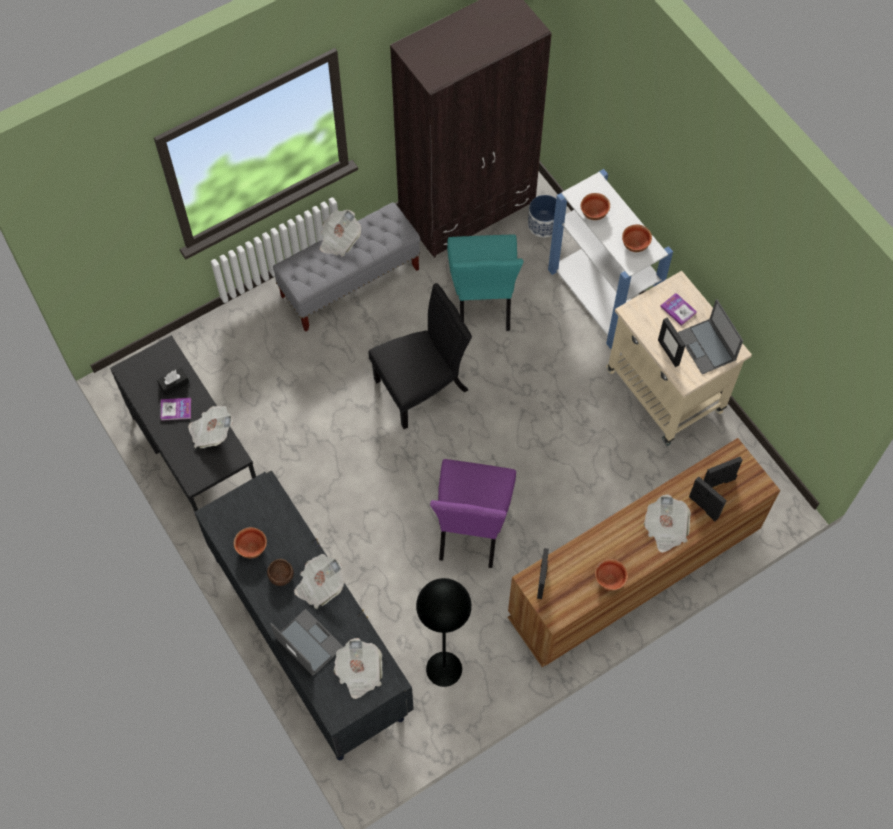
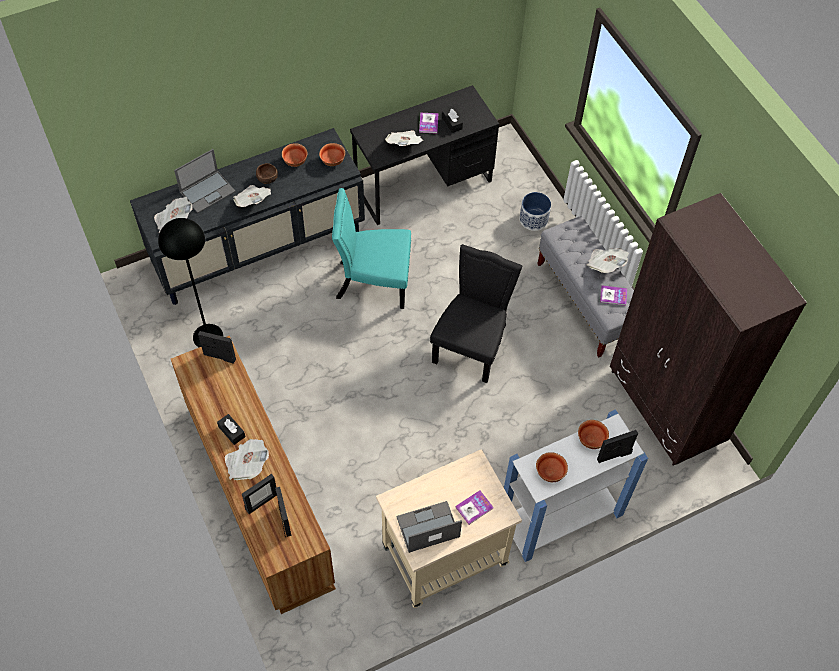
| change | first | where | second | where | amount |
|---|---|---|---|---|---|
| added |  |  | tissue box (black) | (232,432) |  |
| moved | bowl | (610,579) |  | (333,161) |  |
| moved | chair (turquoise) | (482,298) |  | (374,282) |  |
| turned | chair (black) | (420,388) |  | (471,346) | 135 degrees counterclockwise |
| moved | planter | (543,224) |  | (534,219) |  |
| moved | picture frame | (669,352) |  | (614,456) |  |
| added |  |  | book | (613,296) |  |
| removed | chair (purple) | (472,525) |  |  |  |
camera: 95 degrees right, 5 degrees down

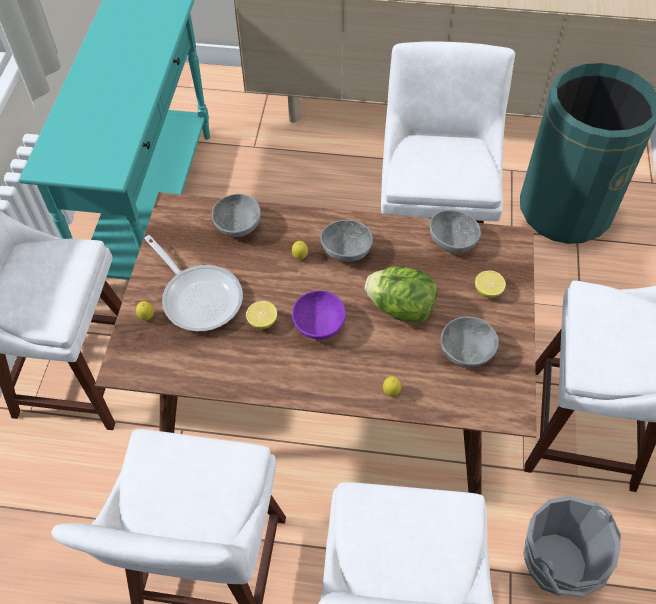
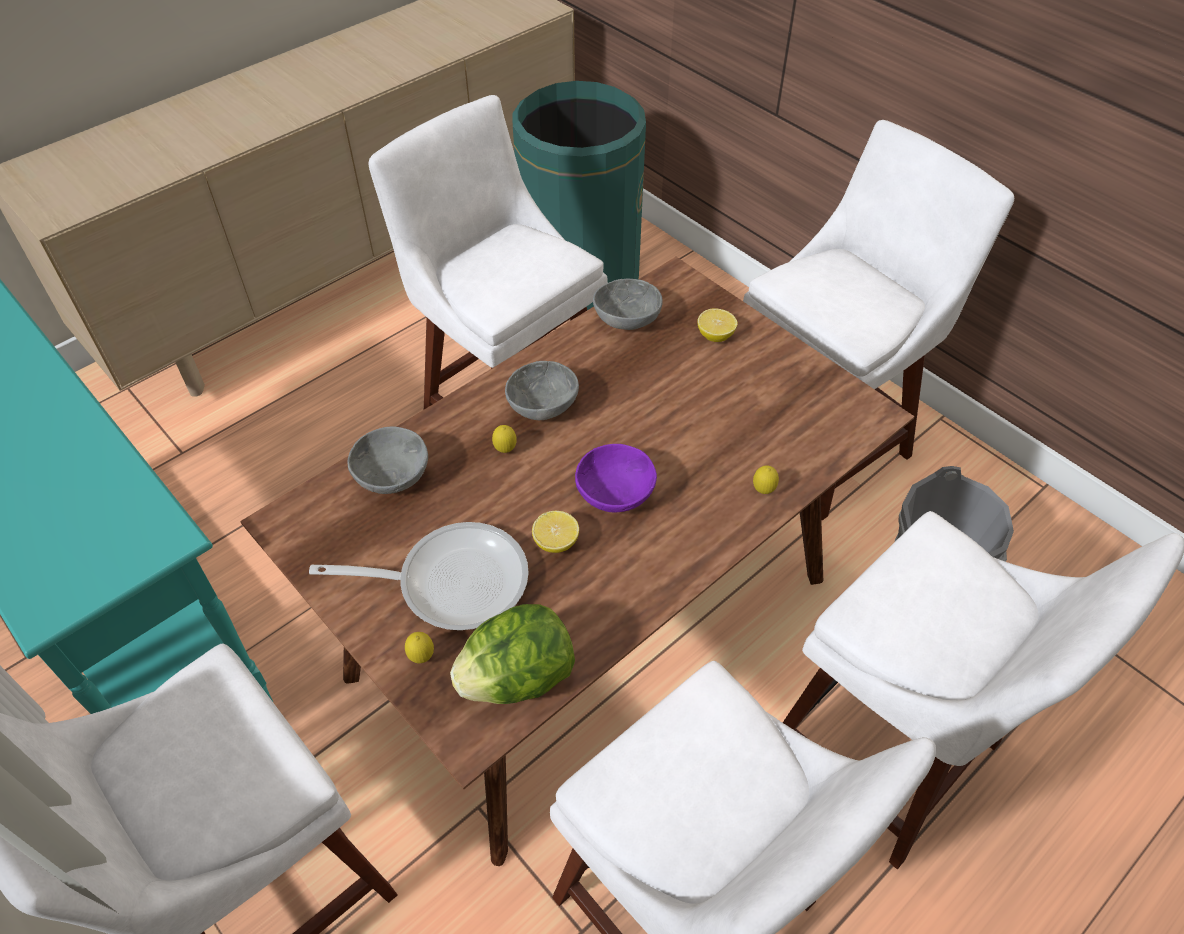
| change | first | where | second | where | amount |
|---|---|---|---|---|---|
| moved | lettuce | (401,308) |  | (518,677) |  |
| removed | bowl (grey) | (466,352) |  |  |  |
camera: 50 degrees left, 5 degrees down

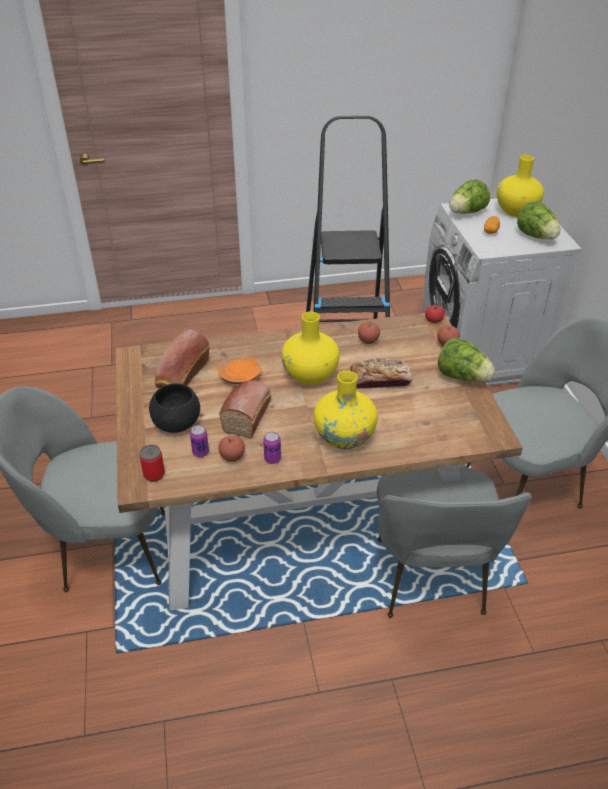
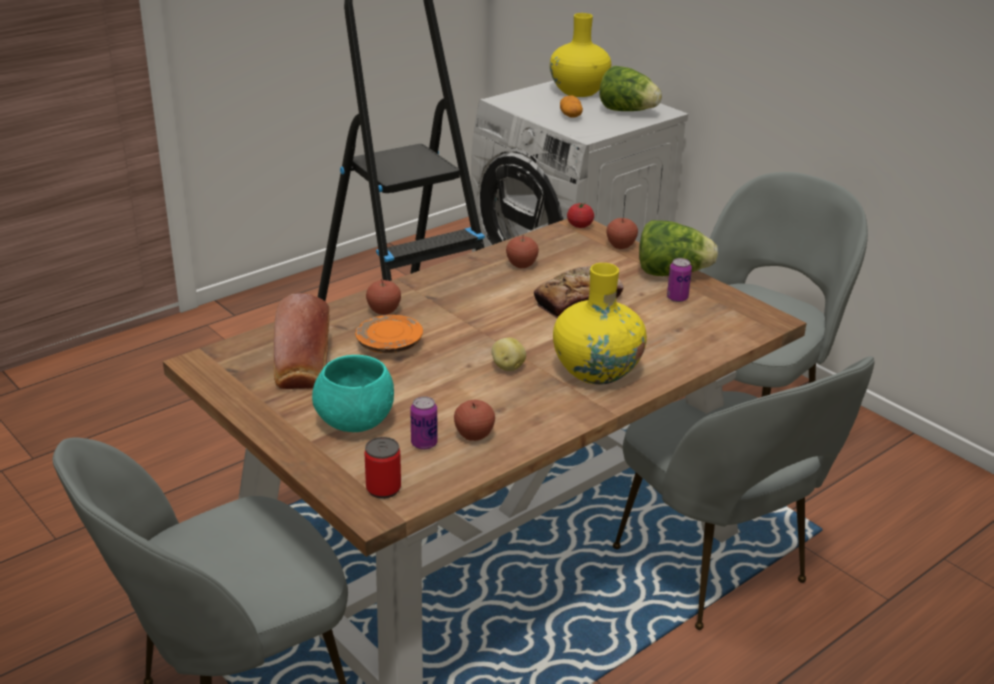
| change | first | where | second | where | amount |
|---|---|---|---|---|---|
| recoloured | bowl (black) | (176,424) | bowl (turquoise) | (354,422) |  |
| added |  |  | apple | (384,311) |  |
| added |  |  | potato | (507,367) |  |
| moved | can | (272,459) |  | (677,298) |  |
| removed | bread | (248,415) |  |  |  |
| removed | vase (yellow) | (310,375) |  |  |  |
| removed | lettuce | (466,212) |  |  |  |
camera: 30 degrees left, 10 degrees down

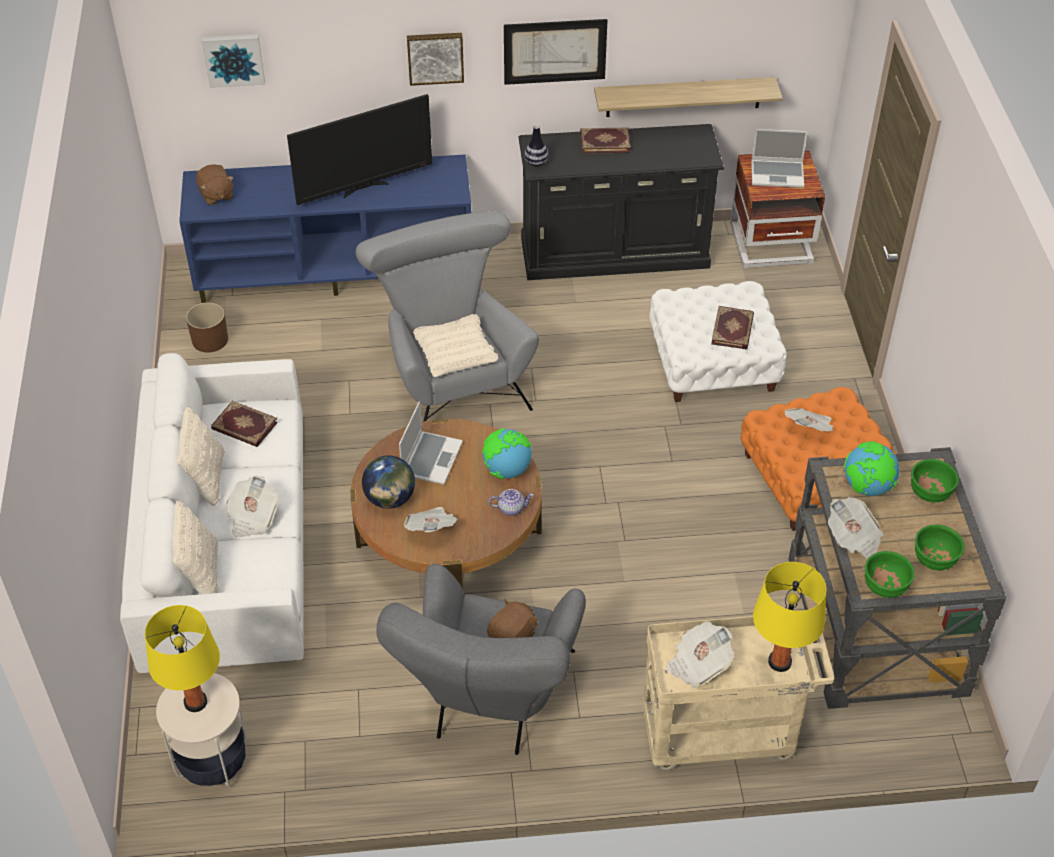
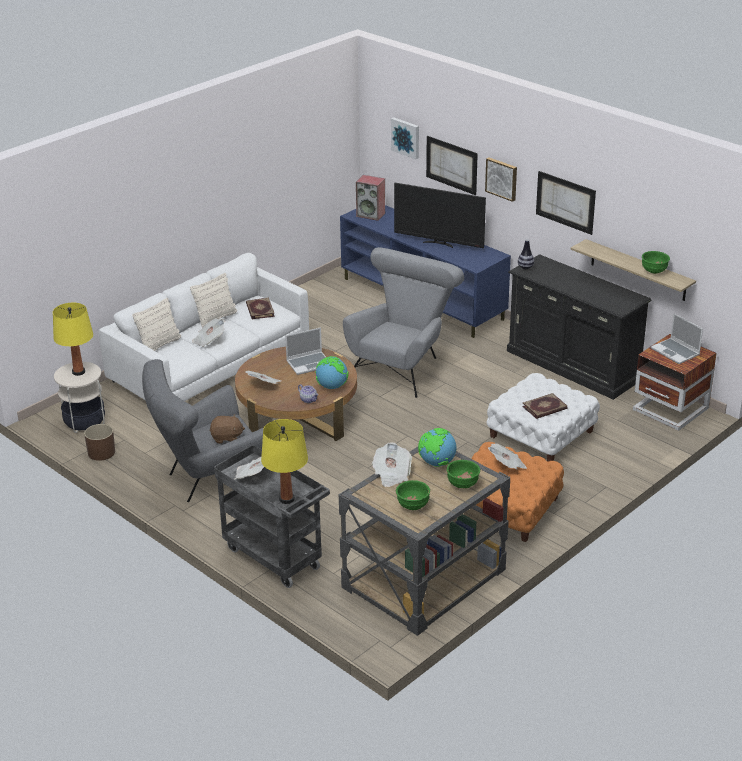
| change | first | where | second | where | amount |
|---|---|---|---|---|---|
| moved | planter (brown) | (210,339) |  | (101,452) |  |
| recoloured | cart (beige) | (724,739) | cart (black) | (276,561) |  |
| replaced | plush toy (brown) | (216,195) | speaker | (371,214) |  |
| added |  |  | picture | (451,165) |  |
| moved | bowl (green) | (885,587) |  | (654,271) |  |
| removed | globe | (390,499) |  |  |  |
| removed | pillow (beige) | (455,352) |  |  |  |
| removed | book | (605,142) |  |  |  |
camera: 50 degrees right, 15 degrees down

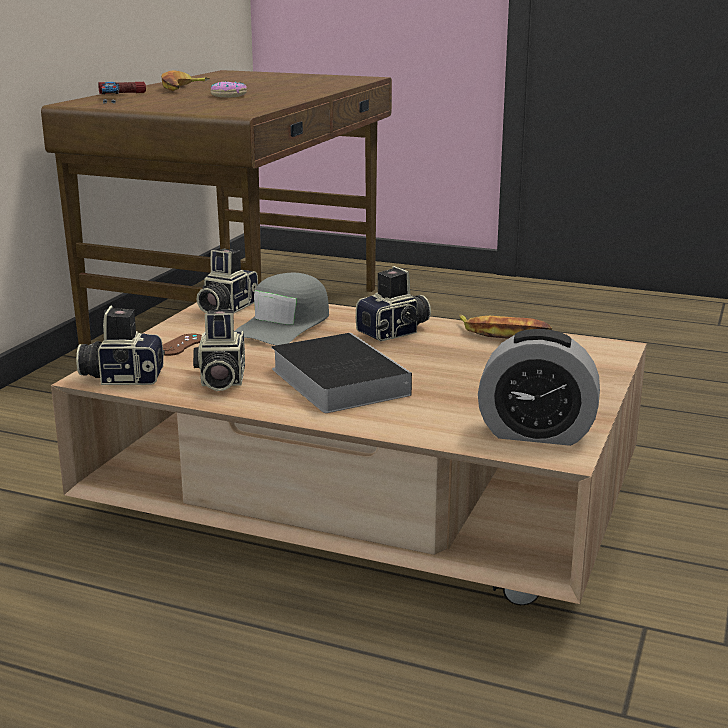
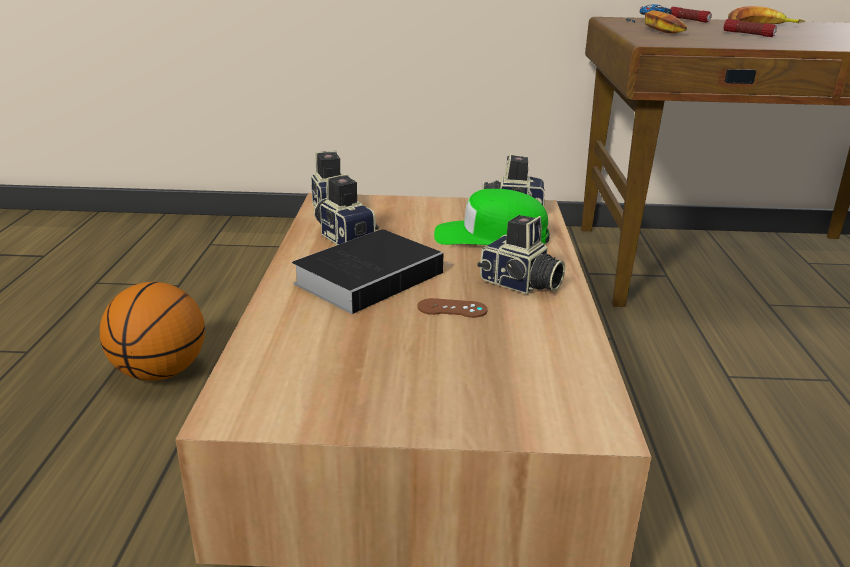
| change | first | where | second | where | amount |
|---|---|---|---|---|---|
| added |  |  | basketball | (161,372) |  |
| turned | photo camera | (220,380) |  | (344,236) | 75 degrees clockwise |
| moved | game controller (brown) | (180,345) |  | (452,308) |  |
| recoloured | cap (grey) | (284,325) | cap (green) | (491,236) |  |
| moved | banana | (503,333) |  | (665,30) |  |
| replaced | donut | (228,95) | flashlight | (748,34) |  |
| removed | alarm clock | (536,433) |  |  |  |
camera: 70 degrees right, 5 degrees up

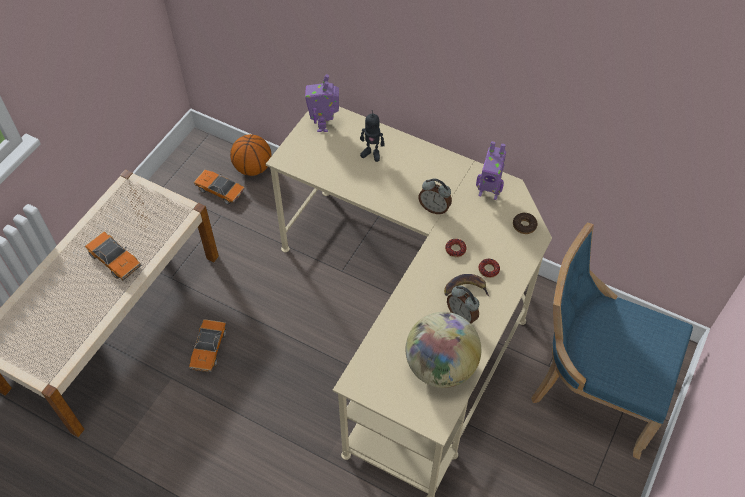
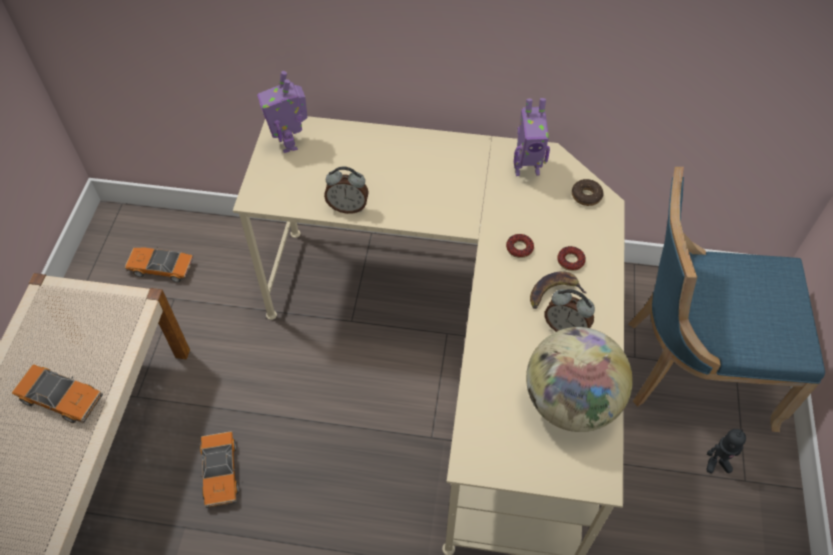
| change | first | where | second | where | amount |
|---|---|---|---|---|---|
| moved | alarm clock | (434,208) |  | (348,207) |  |
| moved | toy robot | (372,153) |  | (717,463) |  |
| removed | basketball | (253,168) |  |  |  |
camera: 20 degrees left, 0 degrees up

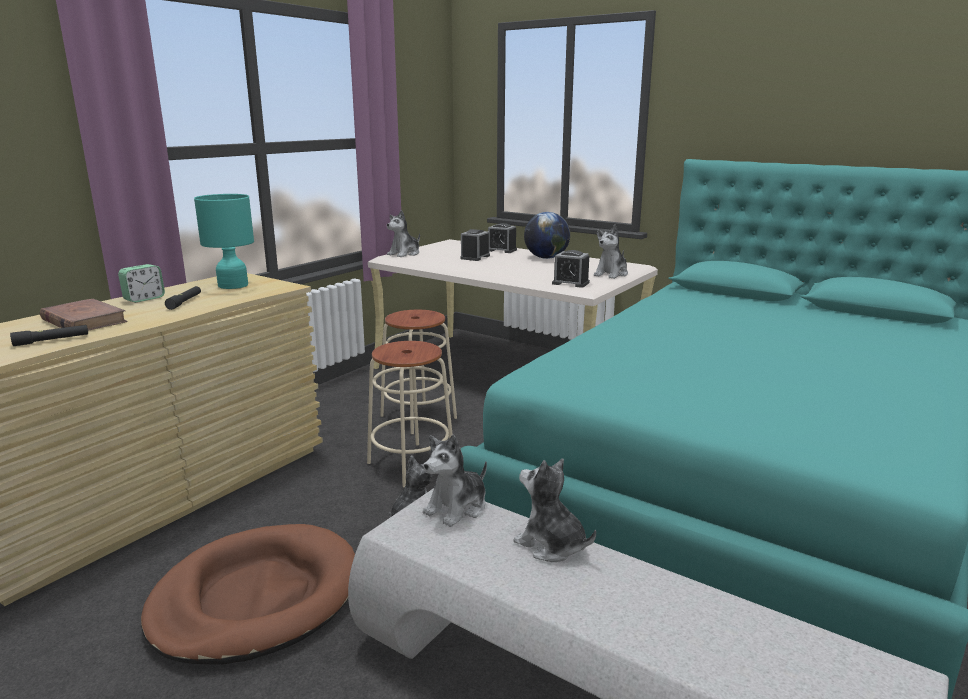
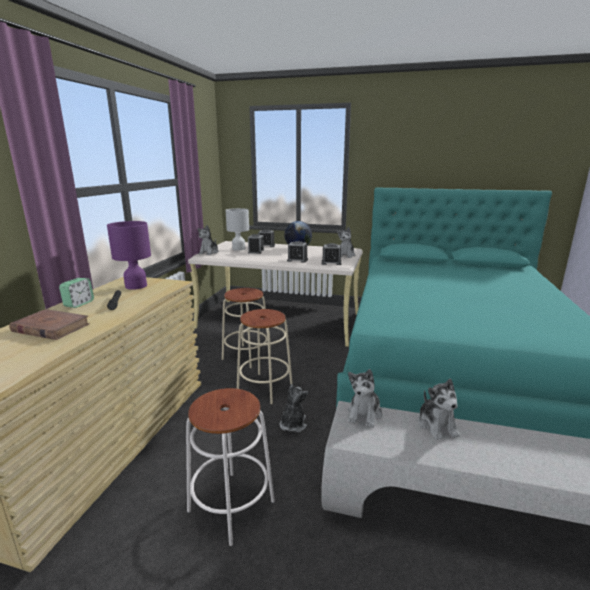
| change | first | where | second | where | amount |
|---|---|---|---|---|---|
| recoloured | table lamp (turquoise) | (233,285) | table lamp (purple) | (136,286) |  |
| replaced | dog bed (brown) | (256,598) | stool (white) | (231,506) |  |
| added |  |  | table lamp (grey) | (238,249) |  |
| added |  |  | alarm clock | (297,260) |  |
| turned | plush toy | (551,545) |  | (436,425) | 120 degrees counterclockwise |
| removed | flashlight (black) | (51,340) |  |  |  |
camera: 20 degrees left, 0 degrees up

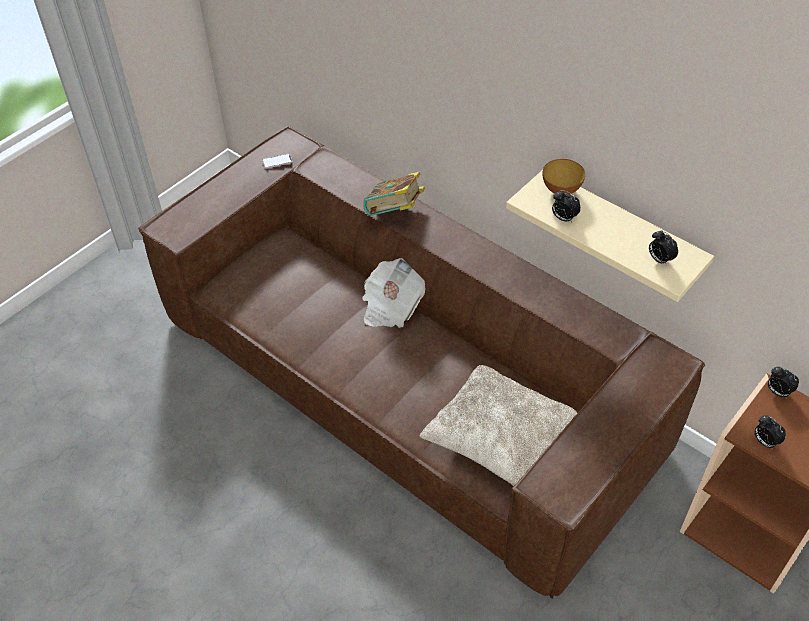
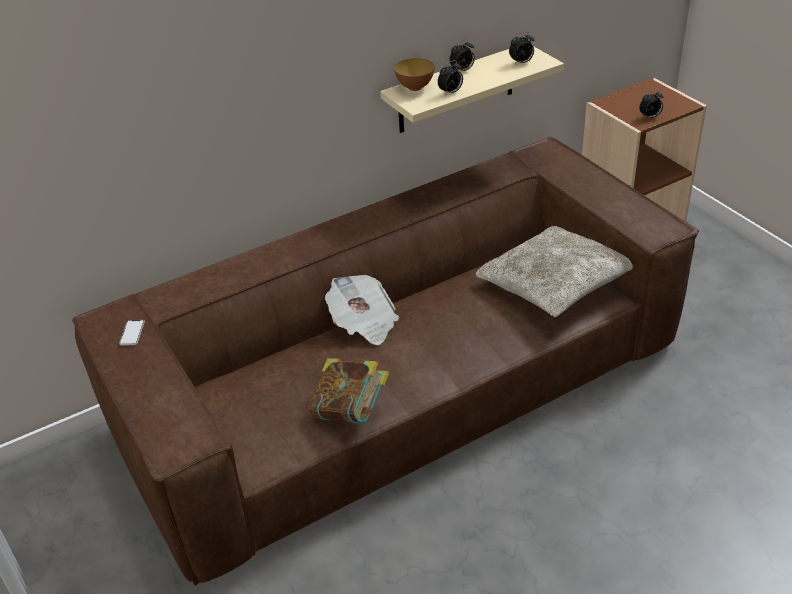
| change | first | where | second | where | amount |
|---|---|---|---|---|---|
| moved | book | (394,213) |  | (351,411) |  |
| moved | alarm clock | (777,392) |  | (462,70) |  |
camera: 70 degrees left, 10 degrees down

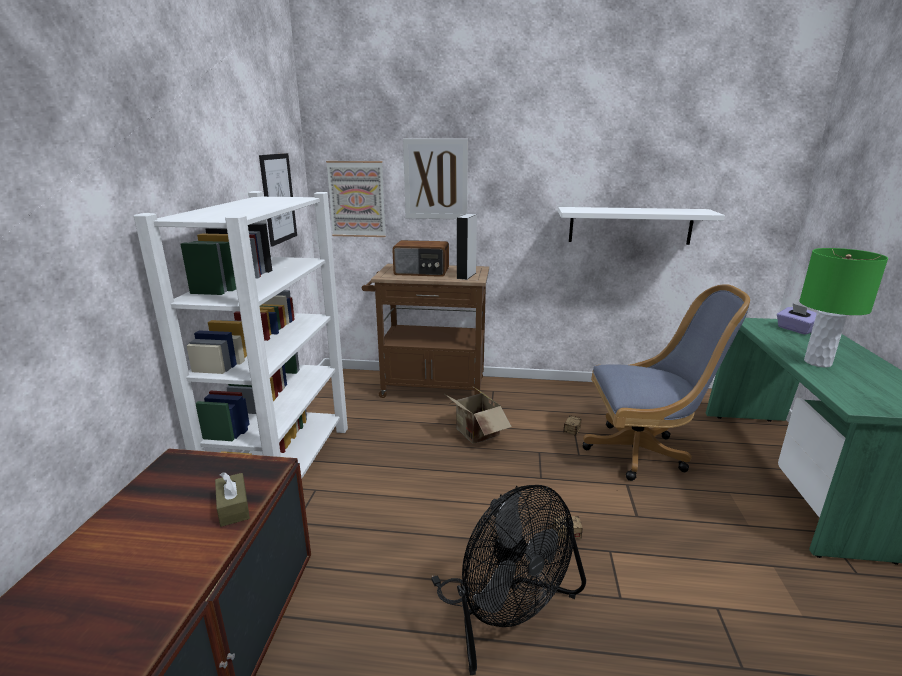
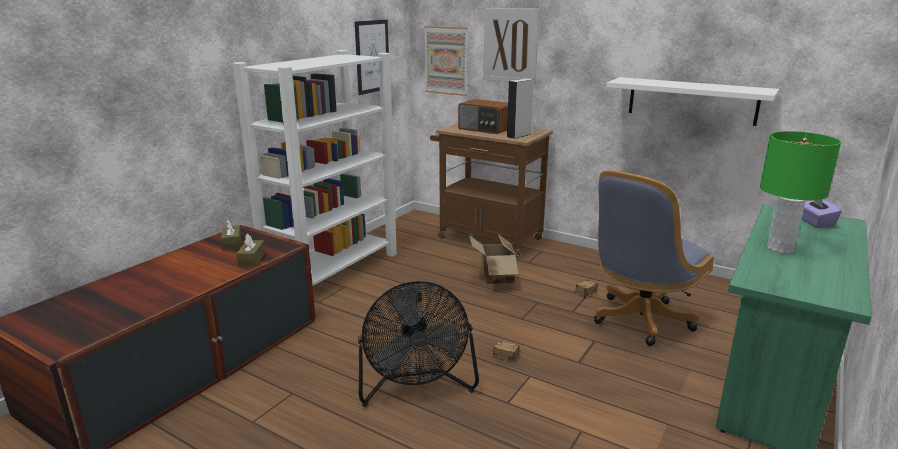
| change | first | where | second | where | amount |
|---|---|---|---|---|---|
| added |  |  | tissue box (brown) | (232,244) |  |
| turned | office chair (blue) | (643,452) |  | (638,323) | 105 degrees clockwise |
camera: 25 degrees right, 0 degrees up

